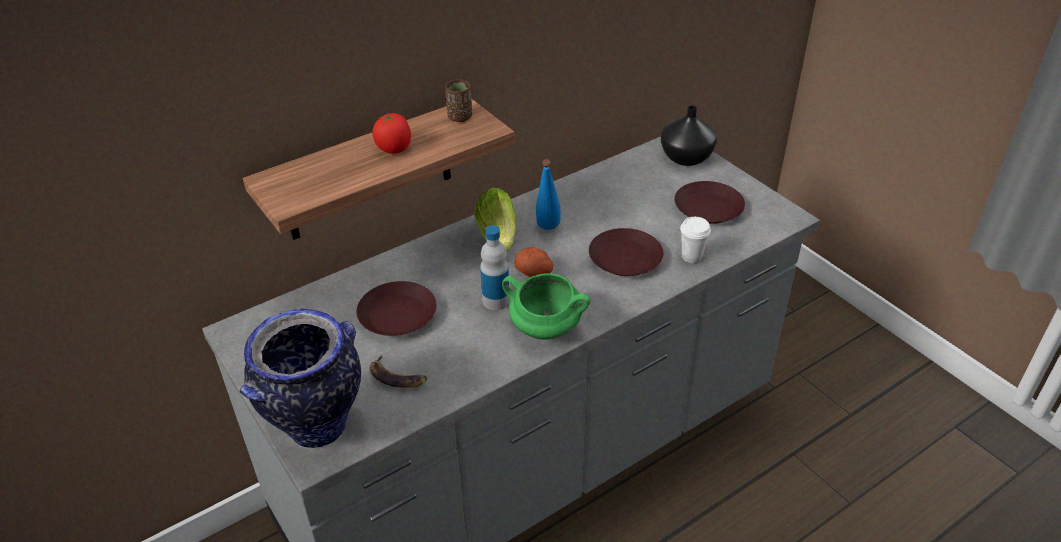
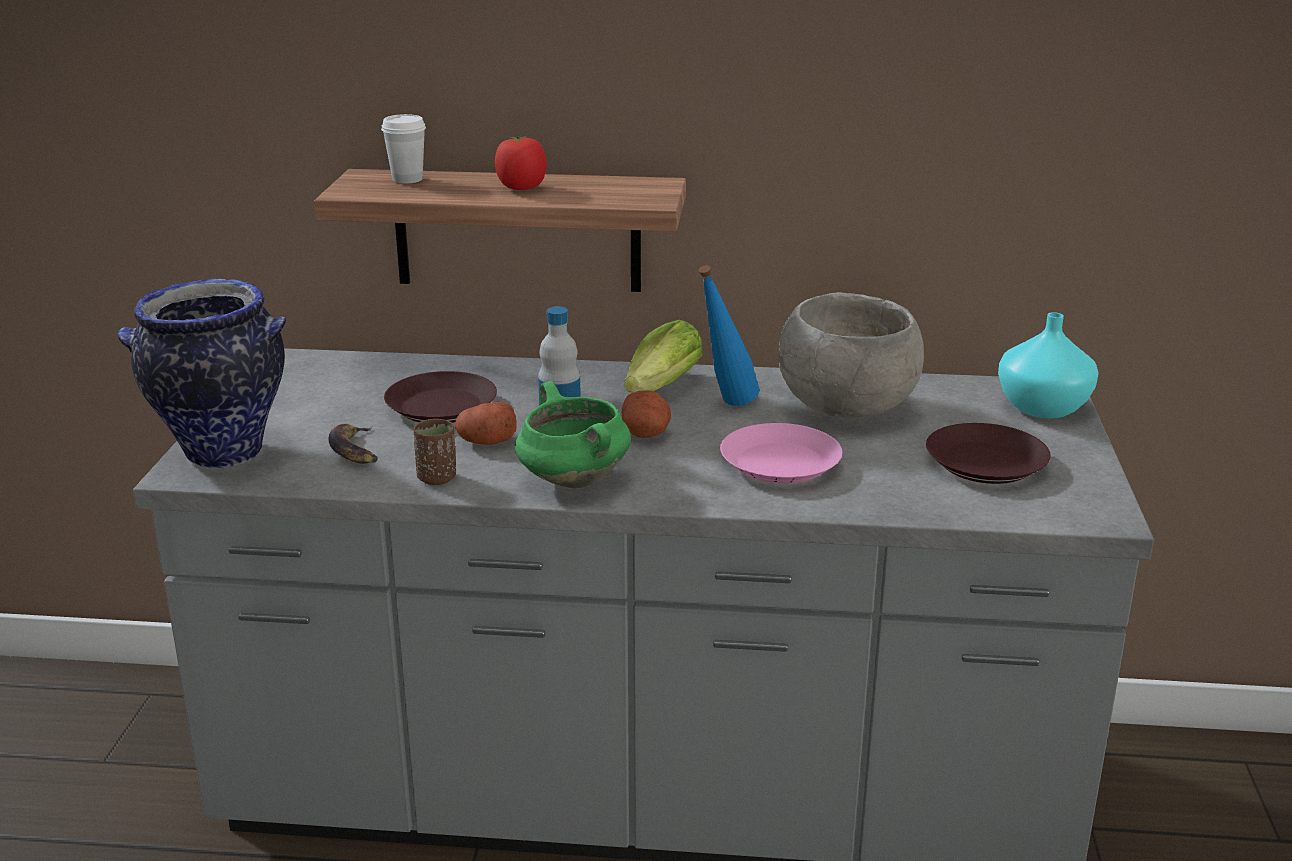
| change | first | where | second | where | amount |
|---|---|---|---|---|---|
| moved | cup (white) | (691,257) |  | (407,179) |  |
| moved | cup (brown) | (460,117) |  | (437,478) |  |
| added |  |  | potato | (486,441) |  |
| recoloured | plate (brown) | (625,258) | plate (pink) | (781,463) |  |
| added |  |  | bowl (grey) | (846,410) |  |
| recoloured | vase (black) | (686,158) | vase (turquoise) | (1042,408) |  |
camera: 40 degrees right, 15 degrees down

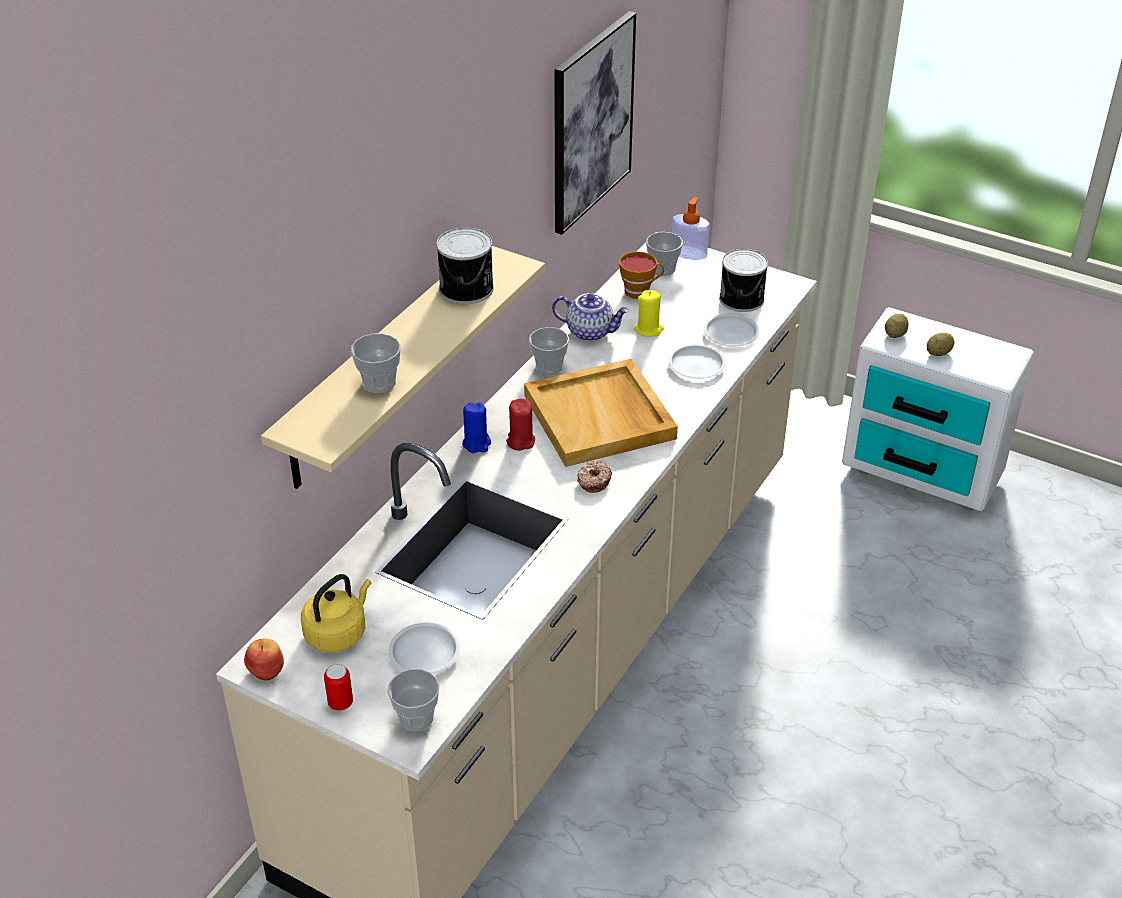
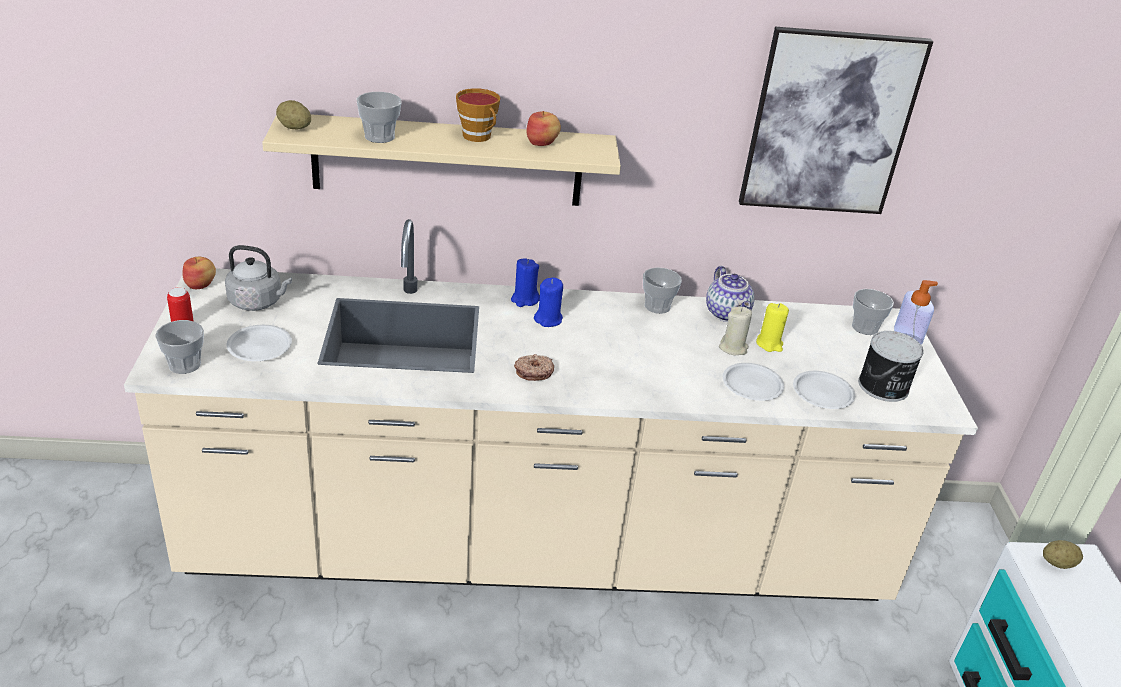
| change | first | where | second | where | amount |
|---|---|---|---|---|---|
| recoloured | kettle (yellow) | (338,633) | kettle (grey) | (258,302) |  |
| moved | potato | (938,353) |  | (294,128) |  |
| moved | cup | (640,291) |  | (479,137) |  |
| replaced | can | (468,289) | apple | (542,143) |  |
| recoloured | candle (red) | (520,441) | candle (blue) | (548,319) |  |
| added |  |  | candle (beige) | (733,348) |  |
| removed | tray (beige) | (601,417) |  |  |  |
camera: 55 degrees right, 5 degrees down

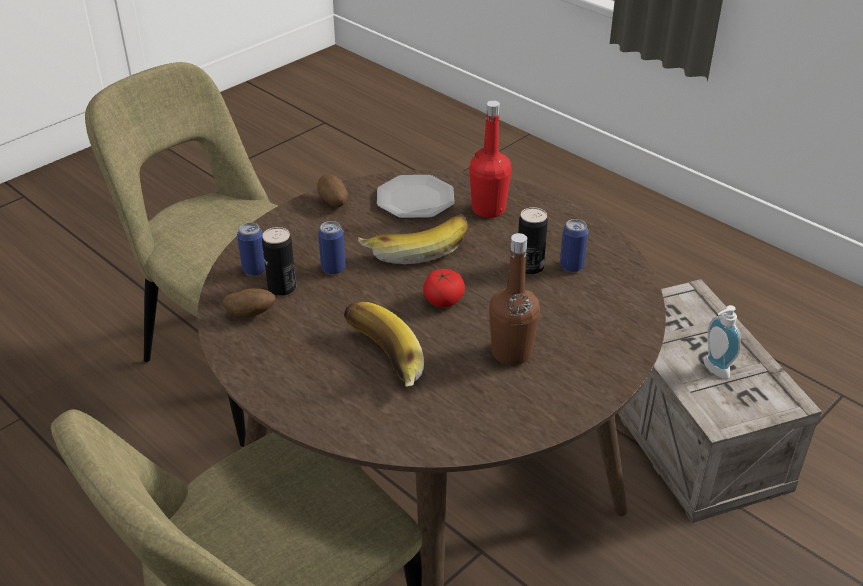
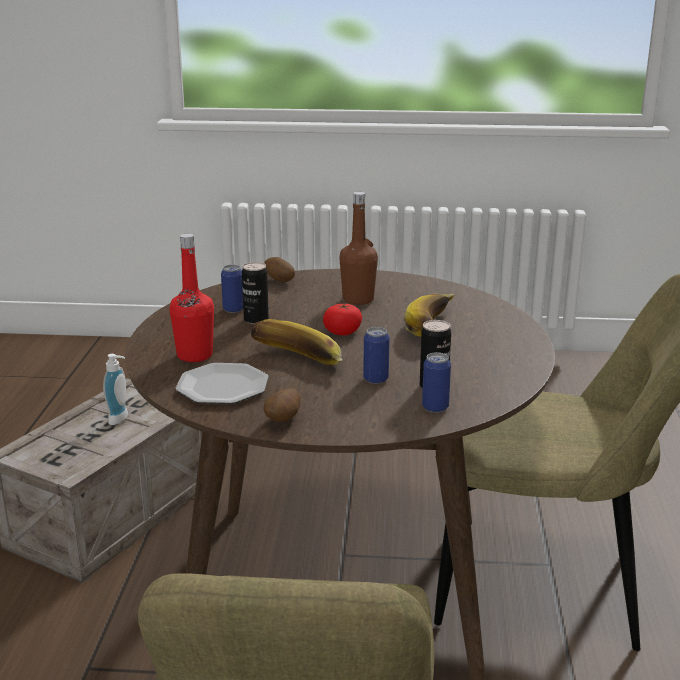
| change | first | where | second | where | amount |
|---|---|---|---|---|---|
| moved | potato | (251,314) |  | (279,281) |  |
camera: 130 degrees left, 15 degrees down

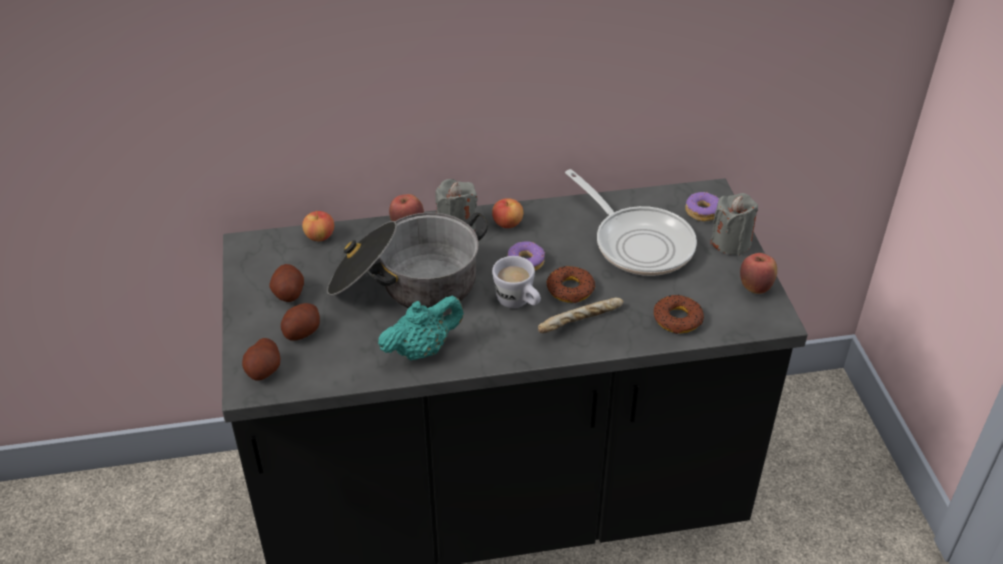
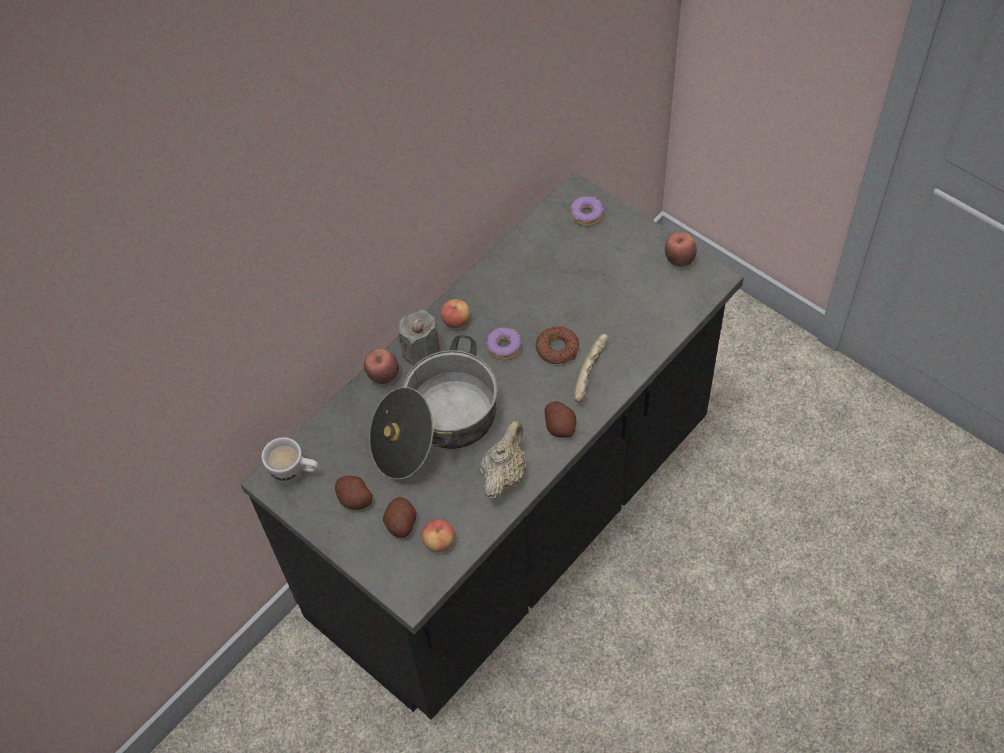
| change | first | where | second | where | amount |
|---|---|---|---|---|---|
| moved | mug (white) | (518,303) |  | (295,473) |  |
| moved | apple | (319,236) |  | (439,542) |  |
| recoloured | teapot (turquoise) | (422,350) | teapot (beige) | (504,474) |  |
| moved | potato | (264,370) |  | (560,426) |  |
| removed | frying pan | (638,243) |  |  |  |
| removed | donut | (677,319) |  |  |  |
| removed | candle (grey) | (731,242) |  |  |  |
camera: 35 degrees left, 15 degrees up

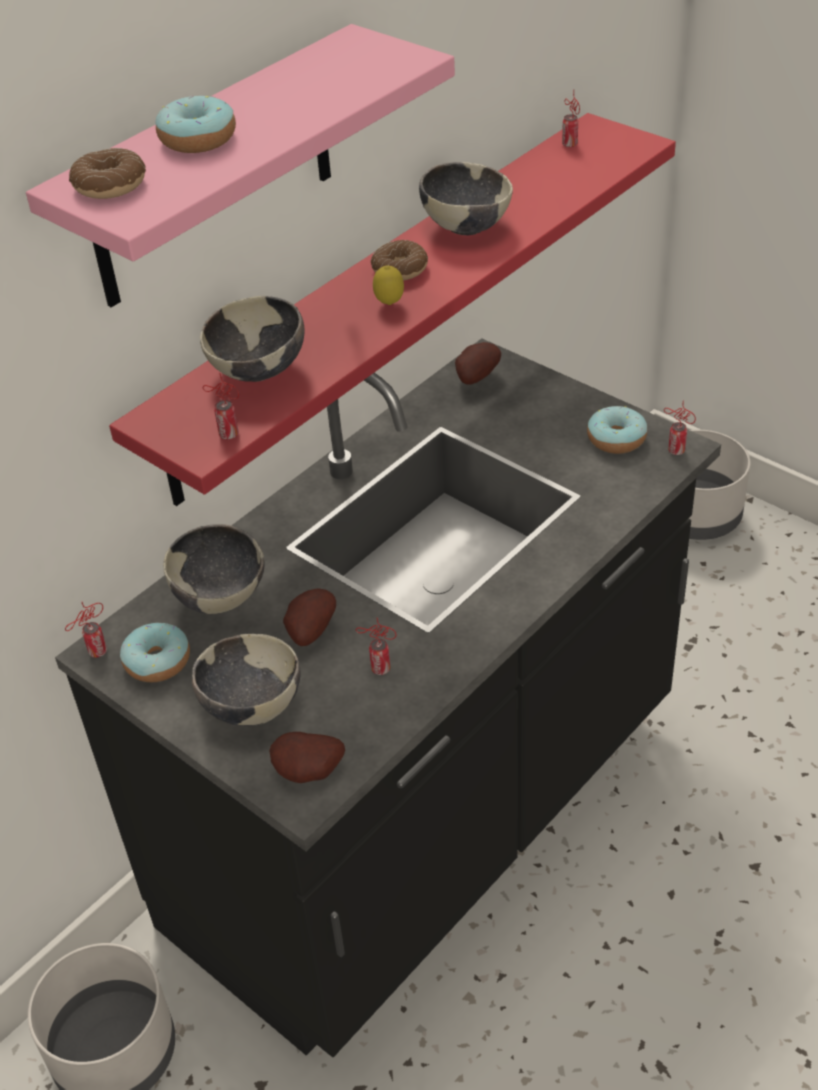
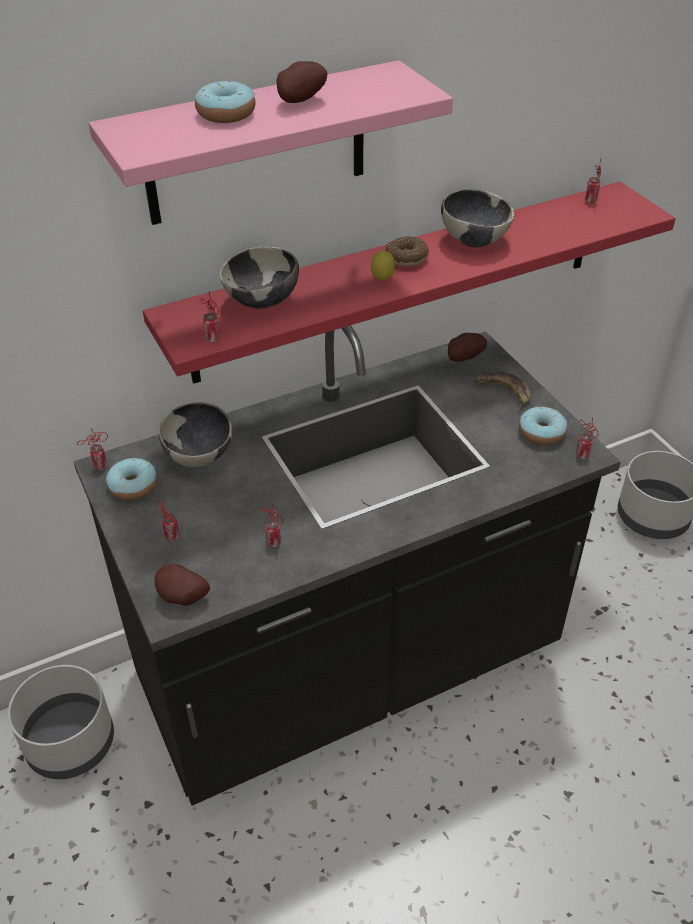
| change | first | where | second | where | amount |
|---|---|---|---|---|---|
| replaced | bowl | (251,706) | can | (173,538) |  |
| moved | potato | (309,631) |  | (299,101) |  |
| added |  |  | banana | (503,392) |  |
| removed | donut | (110,185) |  |  |  |
camera: 20 degrees right, 0 degrees up

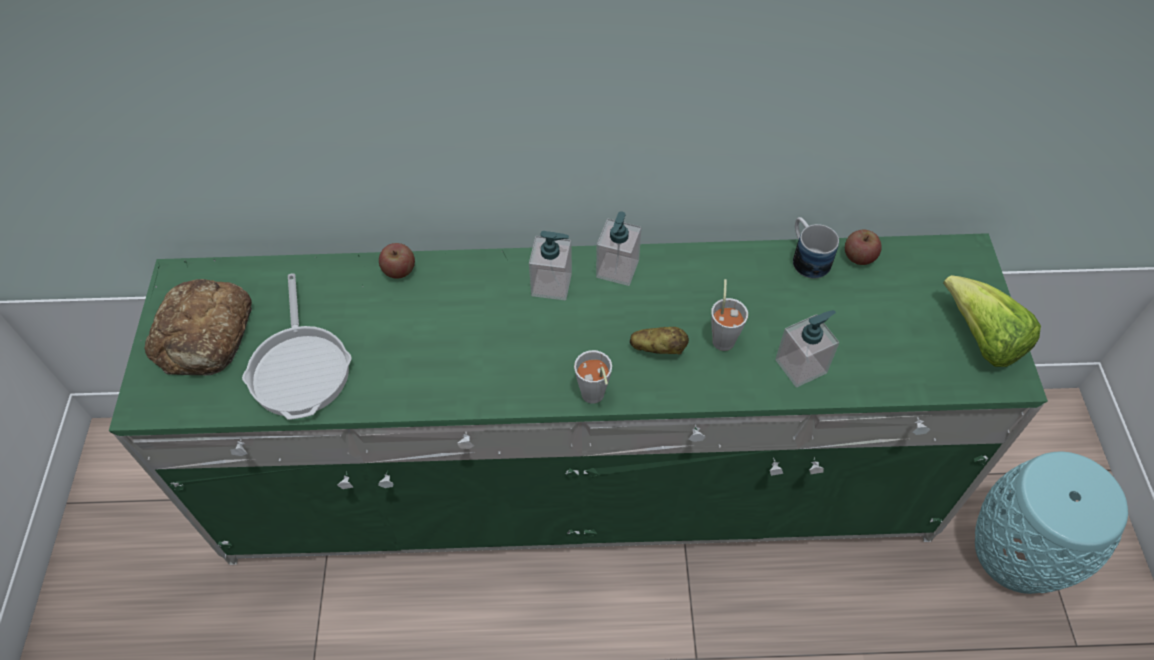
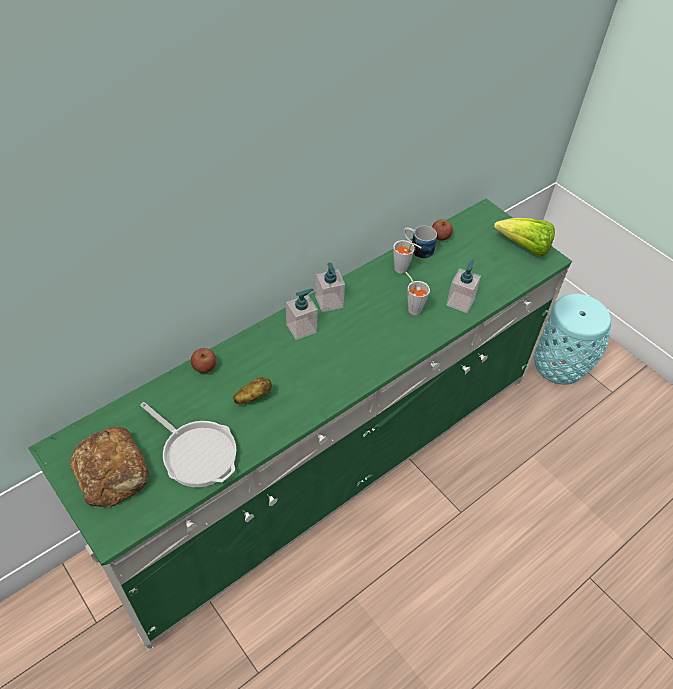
| change | first | where | second | where | amount |
|---|---|---|---|---|---|
| moved | potato | (658,348) |  | (253,397) |  |
| moved | cup (grey) | (593,398) |  | (403,270) |  |
camera: 40 degrees left, 5 degrees down

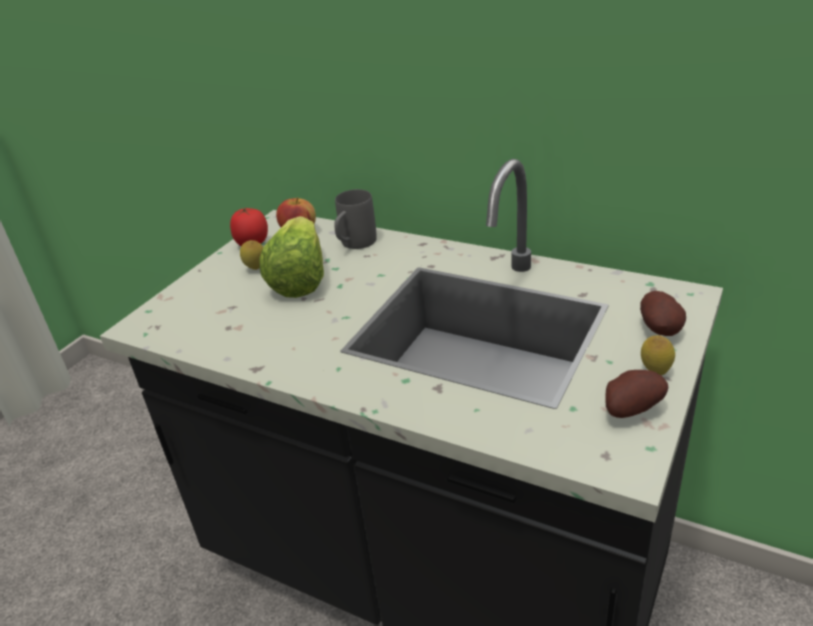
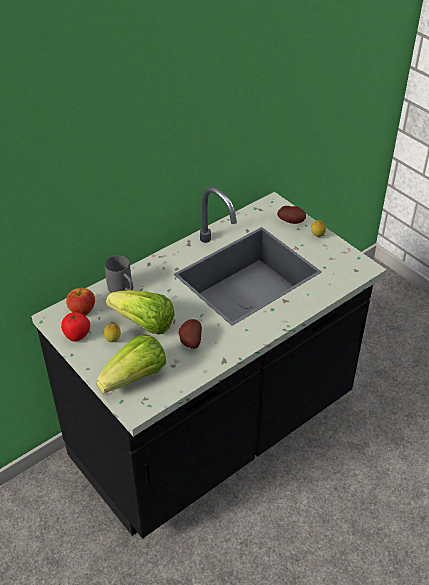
| change | first | where | second | where | amount |
|---|---|---|---|---|---|
| added |  |  | lettuce | (135,377) |  |
| moved | potato | (629,409) |  | (190,341) |  |
camera: 70 degrees left, 10 degrees up

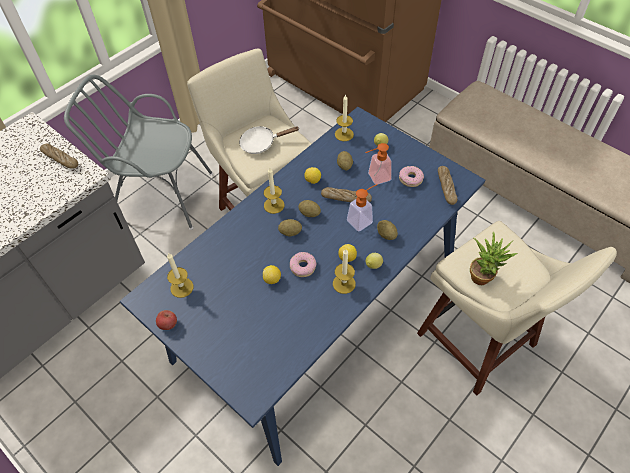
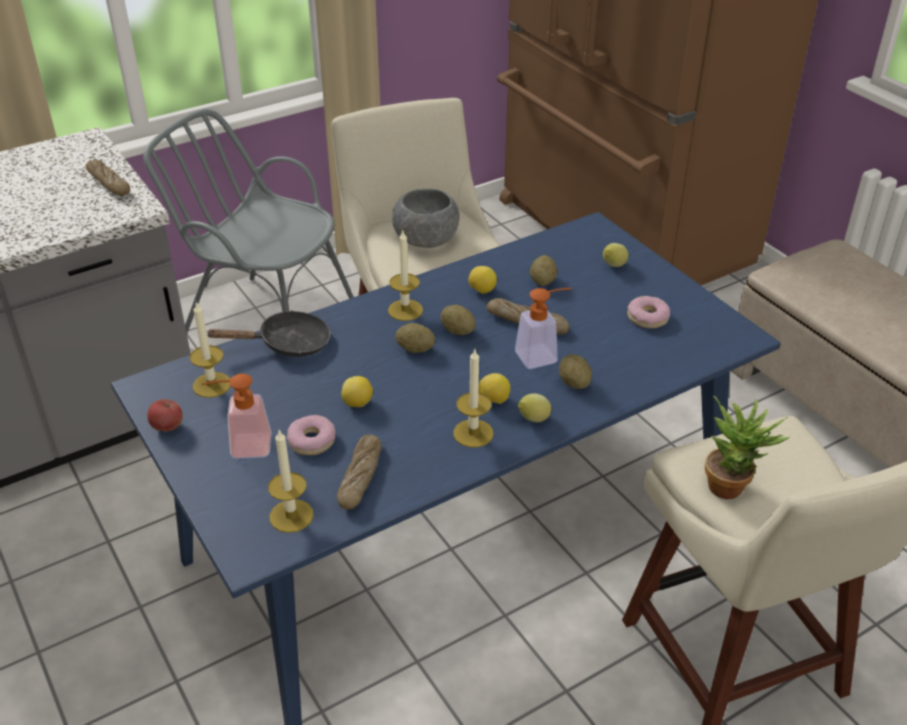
| change | first | where | second | where | amount |
|---|---|---|---|---|---|
| moved | soap dispenser | (375,178) |  | (242,446) |  |
| added |  |  | frying pan (black) | (287,344) |  |
| moved | candle | (344,134) |  | (291,516) |  |
| moved | donut | (302,267) |  | (311,441) |  |
| moved | bread | (446,187) |  | (360,477) |  |
| replaced | frying pan (white) | (261,143) | bowl (grey) | (426,240) |  |
camera: 15 degrees right, 15 degrees down

